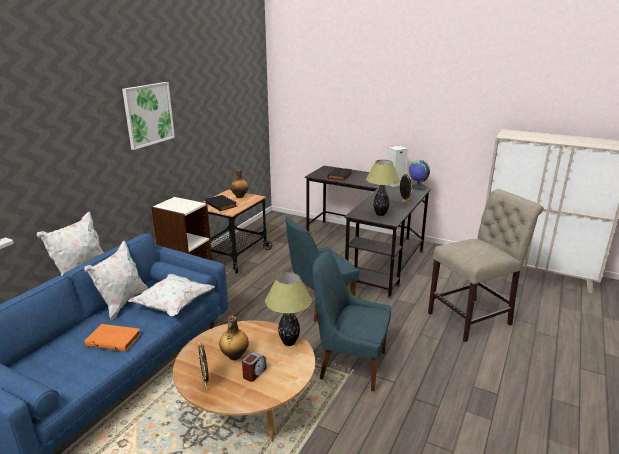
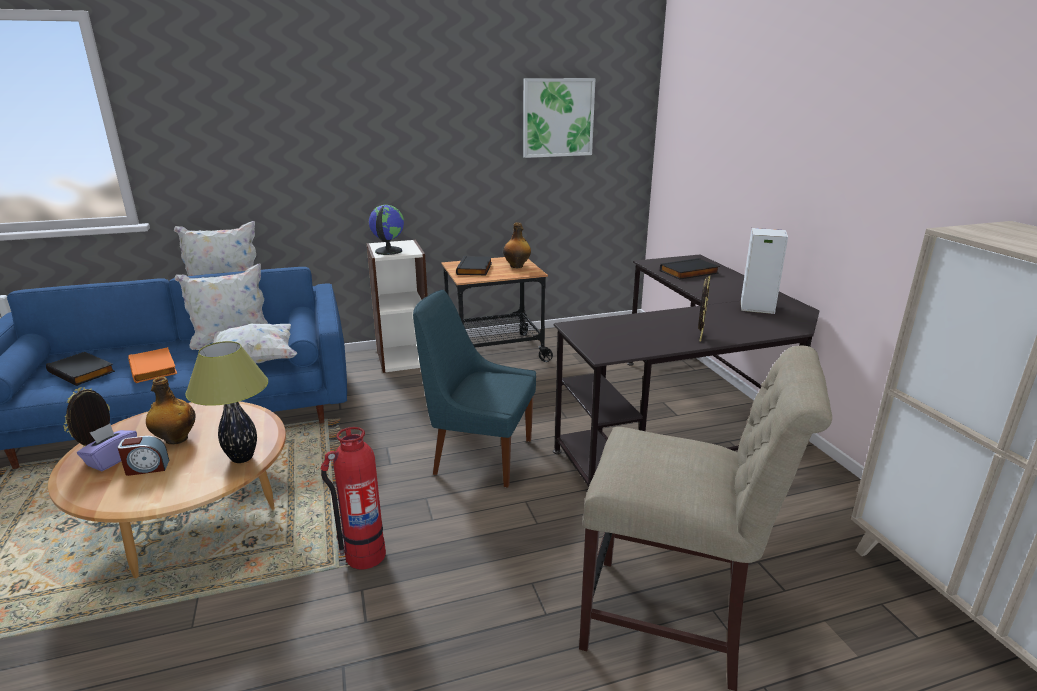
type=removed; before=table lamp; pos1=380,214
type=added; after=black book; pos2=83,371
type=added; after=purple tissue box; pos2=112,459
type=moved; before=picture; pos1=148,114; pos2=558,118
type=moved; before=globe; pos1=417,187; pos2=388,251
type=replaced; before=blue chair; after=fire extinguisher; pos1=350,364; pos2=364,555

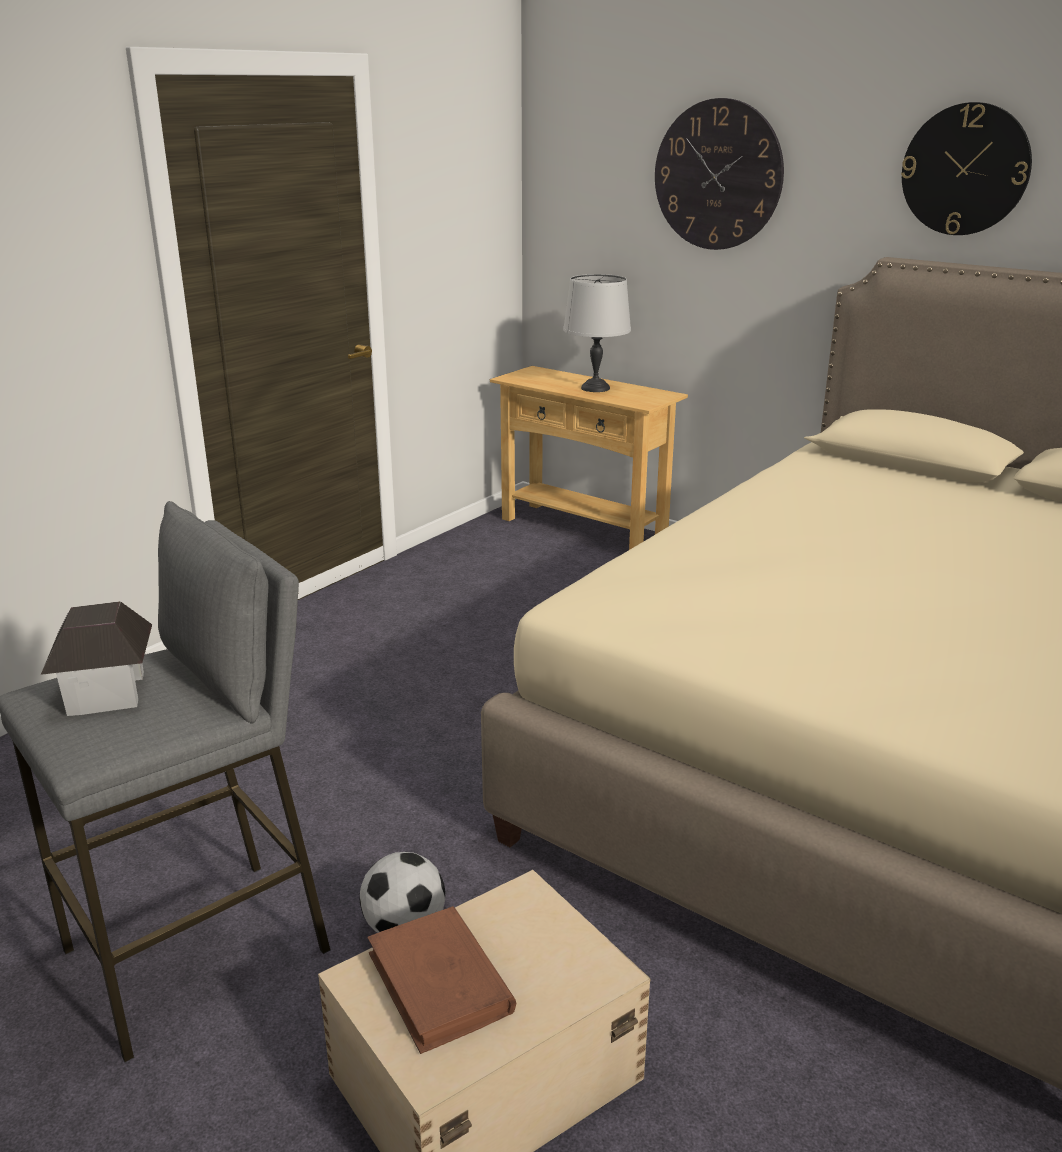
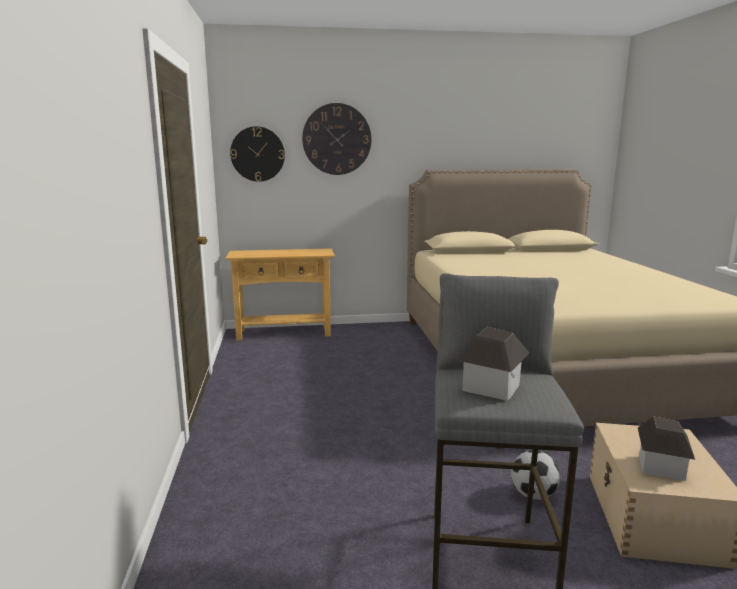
type=removed; before=grey table lamp; pos1=594,388
type=moved; before=wall clock; pos1=965,170; pos2=257,154
type=replaced; before=brown book; after=toy house; pos1=440,983; pos2=661,467

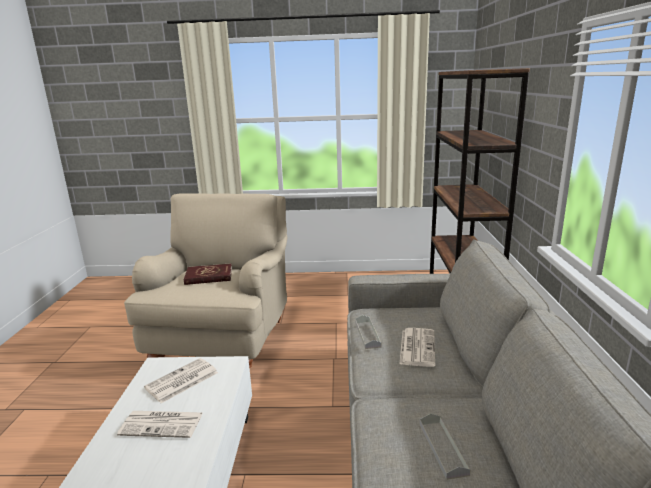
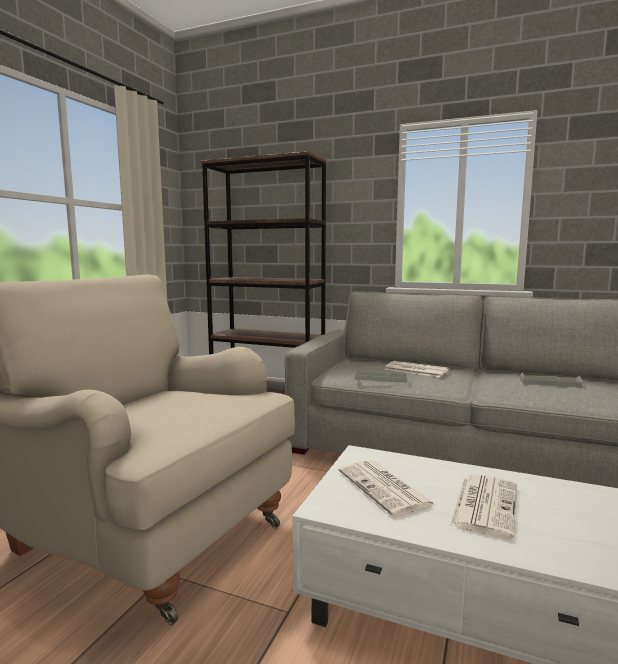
type=removed; before=red book; pos1=209,276

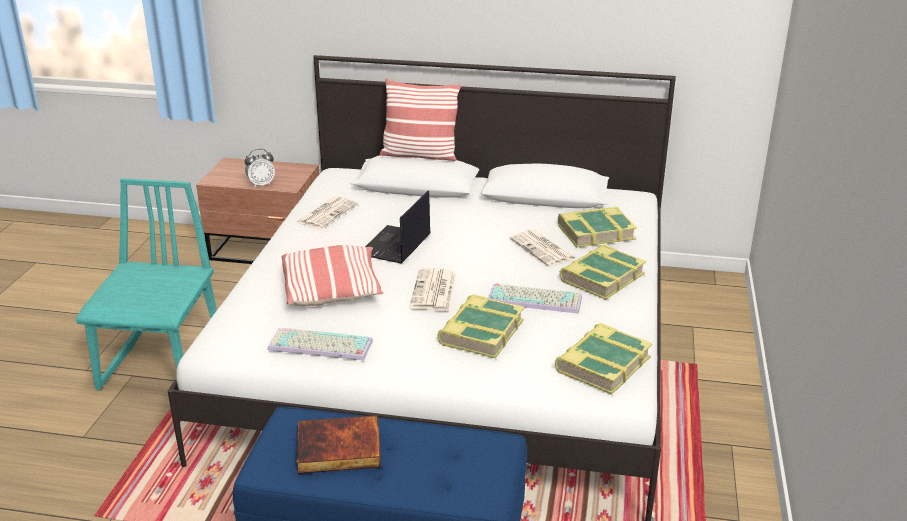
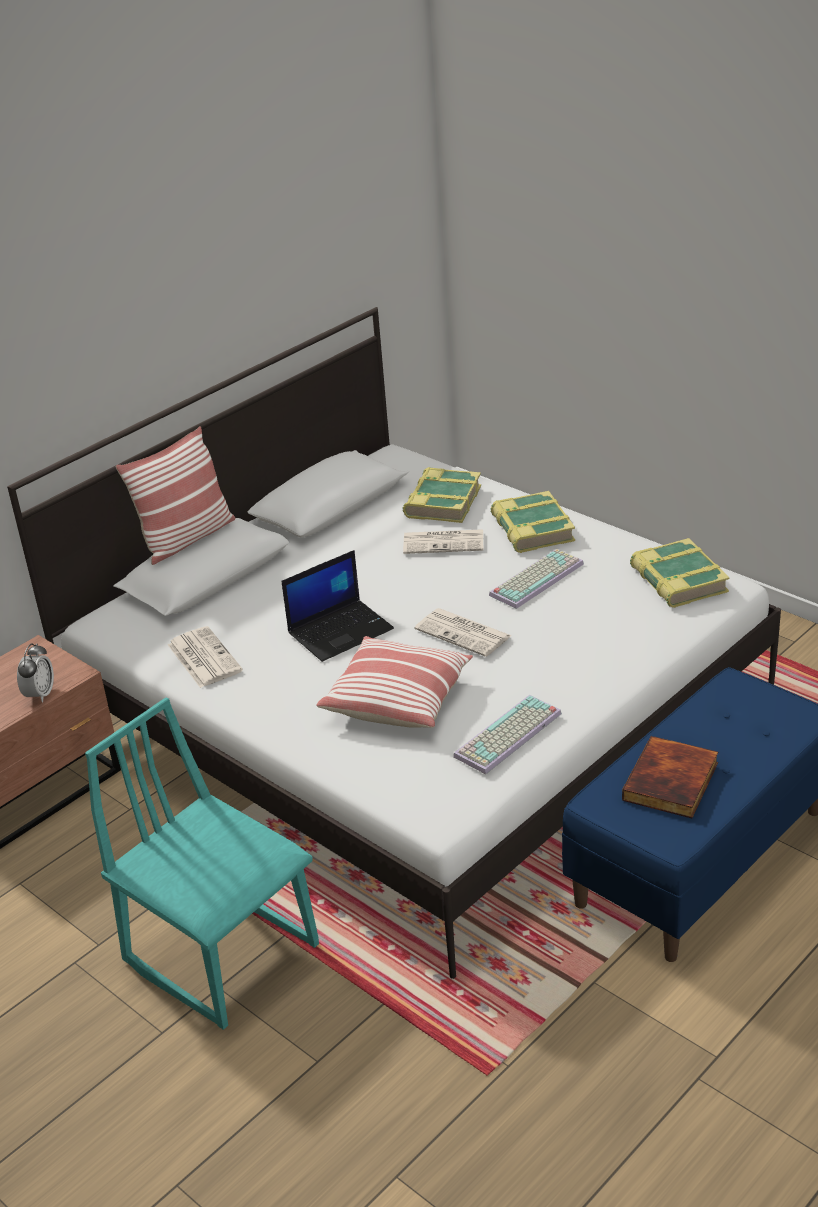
type=removed; before=book; pos1=480,332
type=turned; before=laptop; pos1=395,246; pos2=341,630; turn=-90

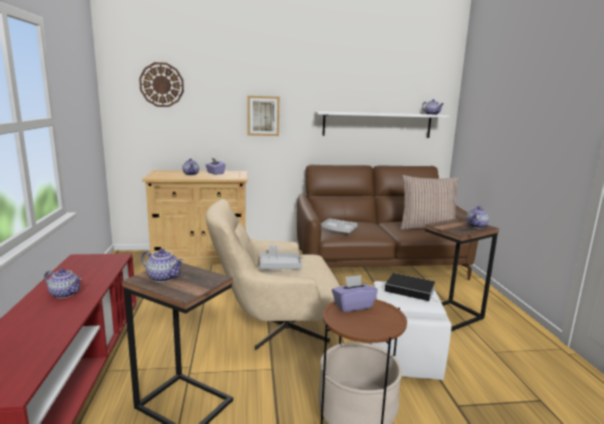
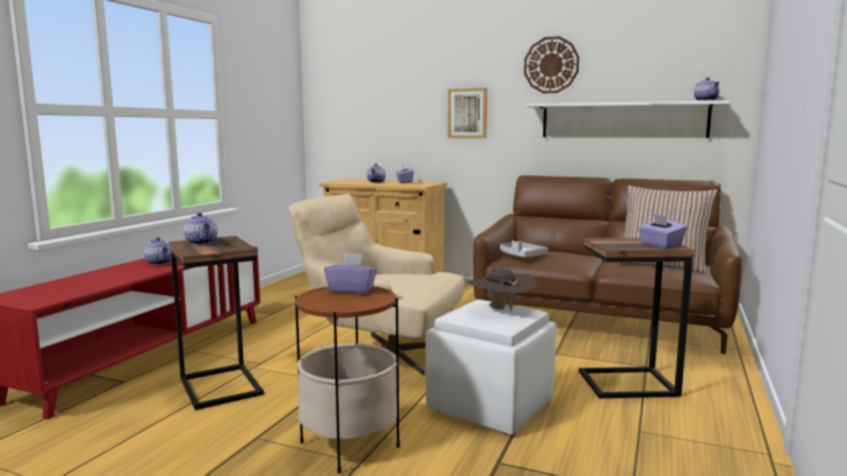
type=removed; before=grey tray; pos1=280,266
type=moved; before=wall clock; pos1=161,85; pos2=551,65
type=replaced; before=book; after=brown hat; pos1=411,290; pos2=500,309
type=replaced; before=teapot; after=purple tissue box; pos1=476,226; pos2=660,245

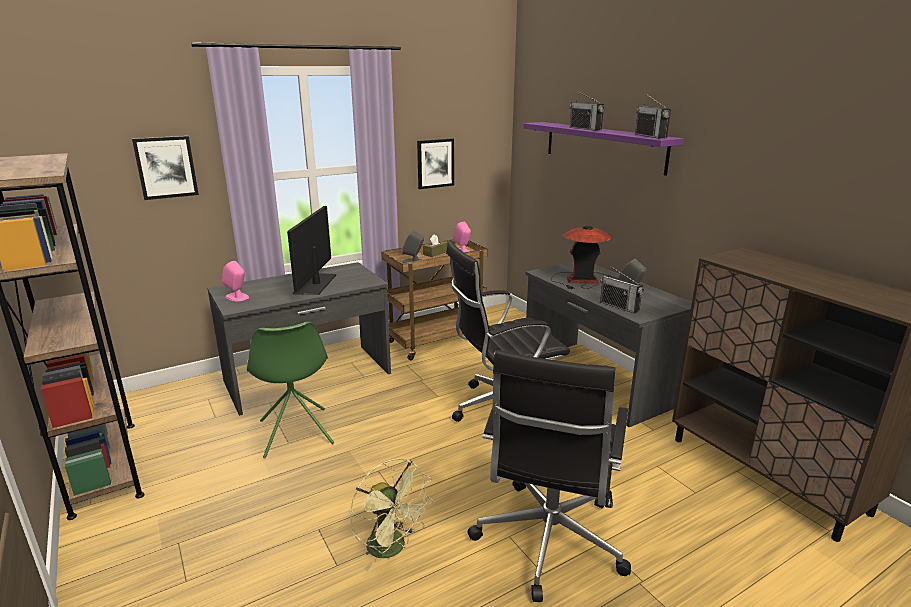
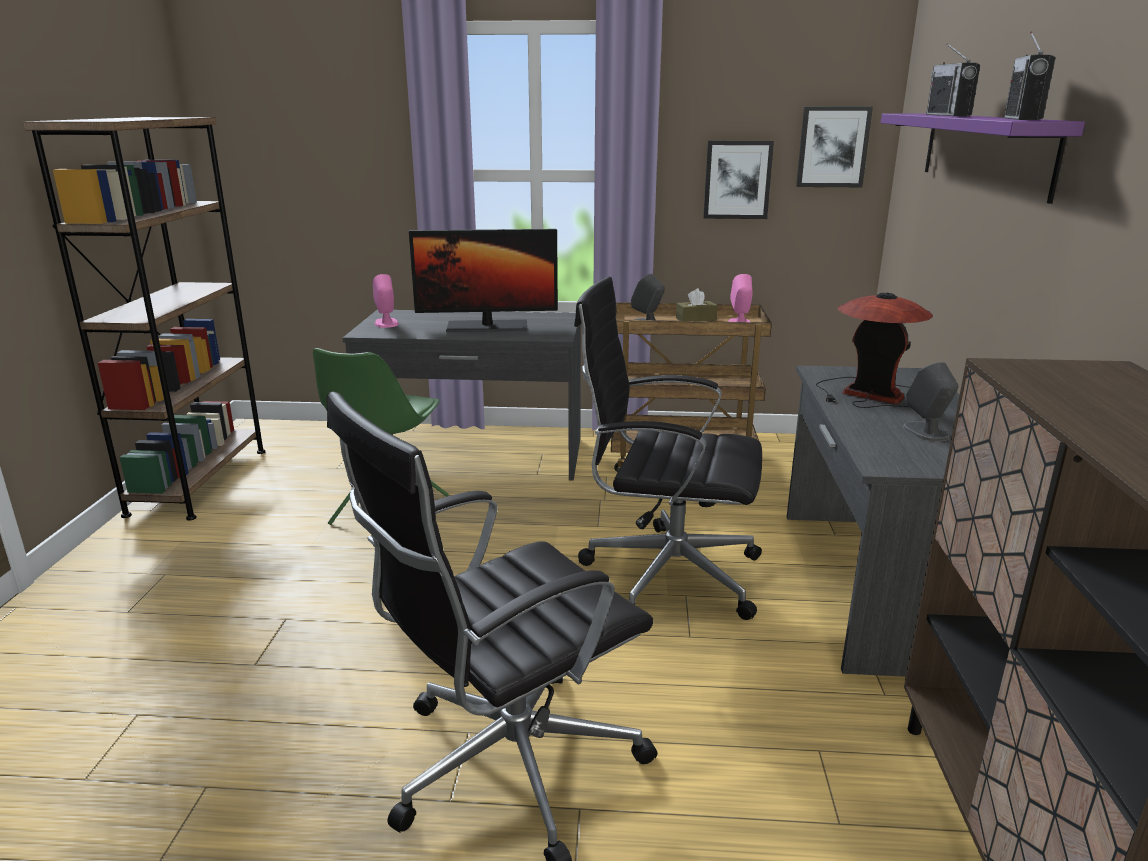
type=removed; before=green fan; pos1=392,548
type=removed; before=radio; pos1=619,306
type=moved; before=picture; pos1=166,167; pos2=833,147
type=turned; before=monitor; pos1=315,284; pos2=487,326; turn=-135

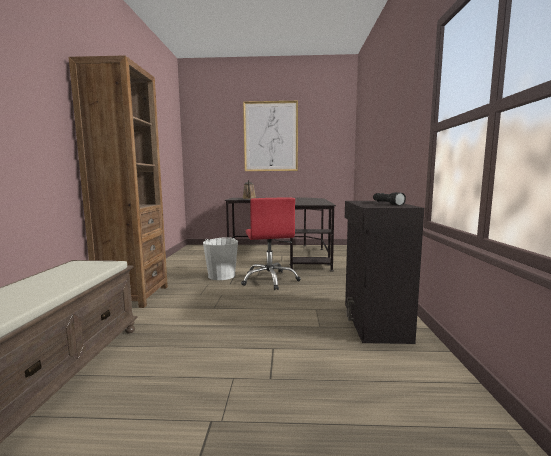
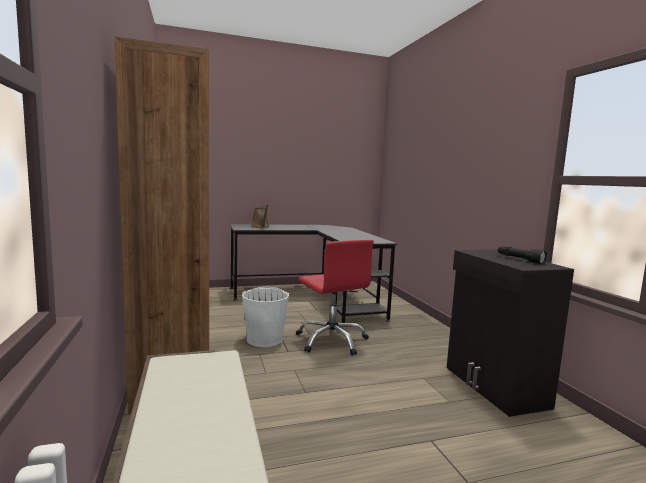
type=removed; before=picture; pos1=270,136

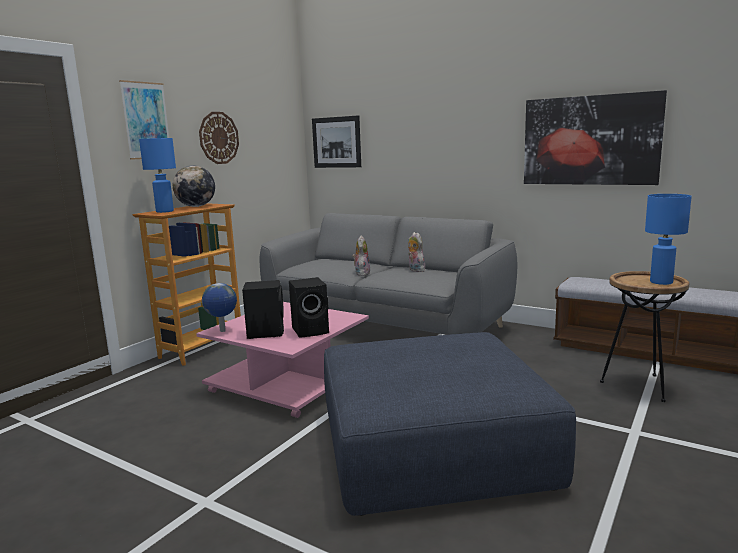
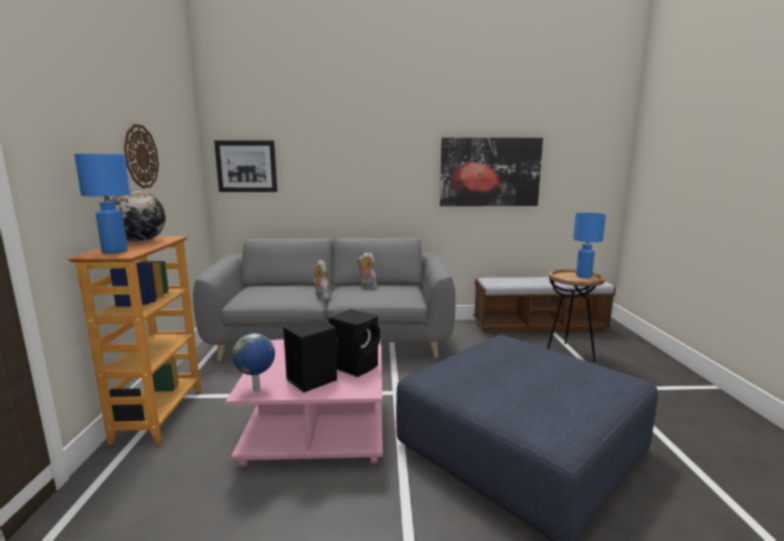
type=removed; before=picture; pos1=146,120

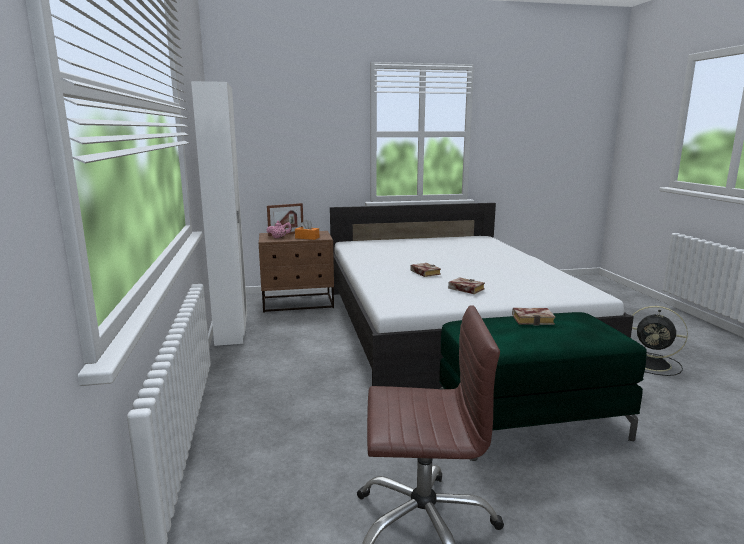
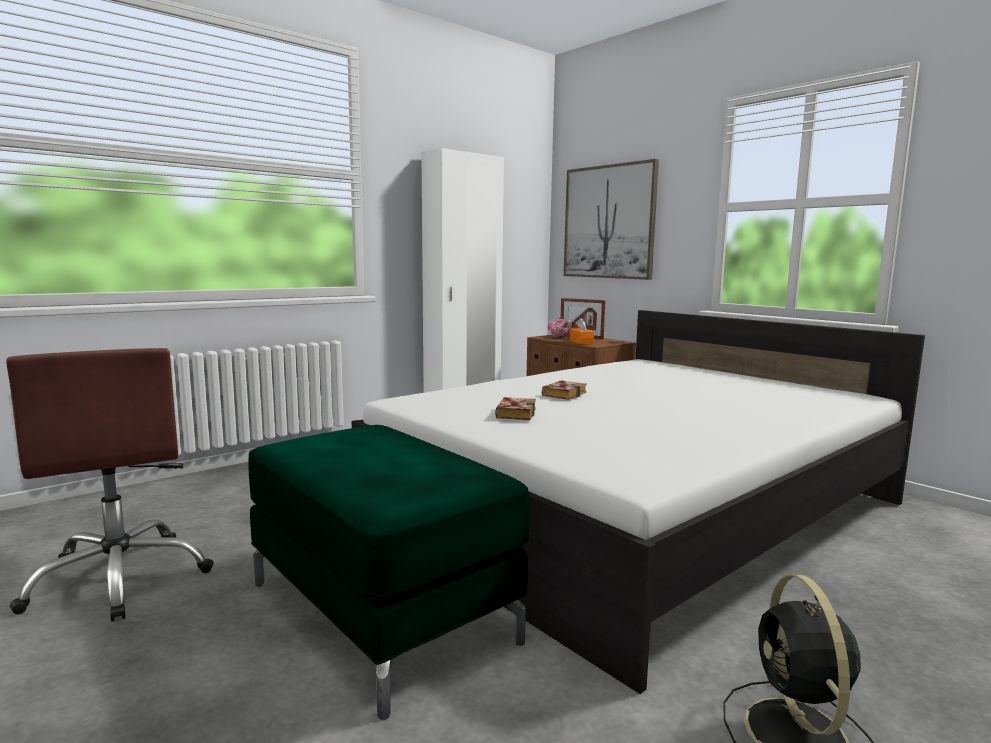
type=removed; before=book; pos1=534,320
type=added; after=picture; pos2=609,222

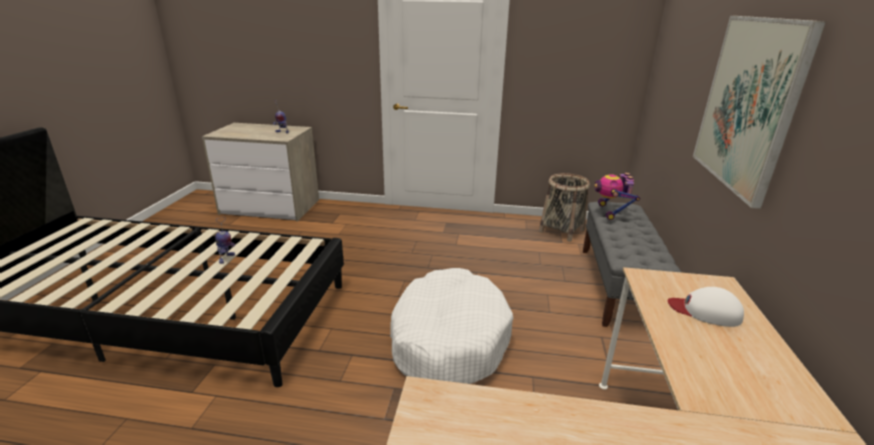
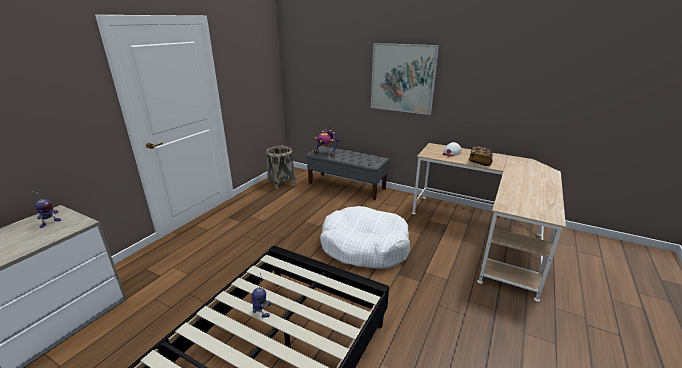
type=added; after=book; pos2=480,161

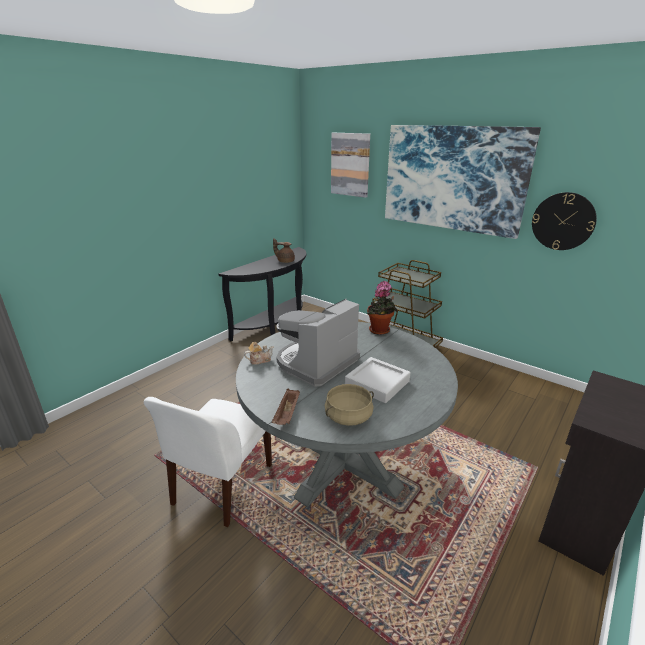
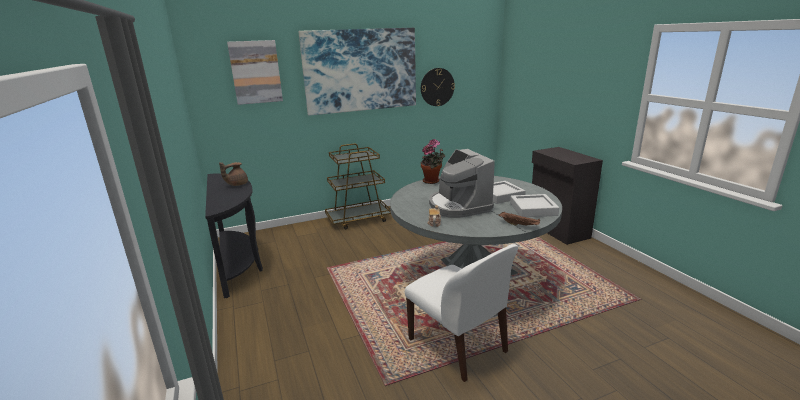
type=replaced; before=beige cooking pot; after=grey tray; pos1=348,417; pos2=533,209

